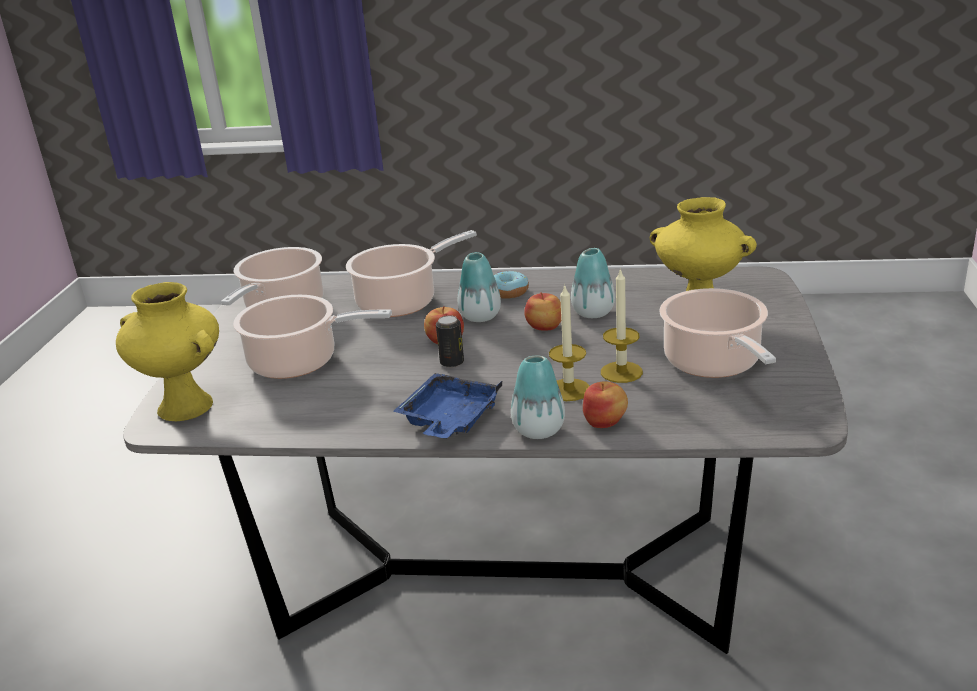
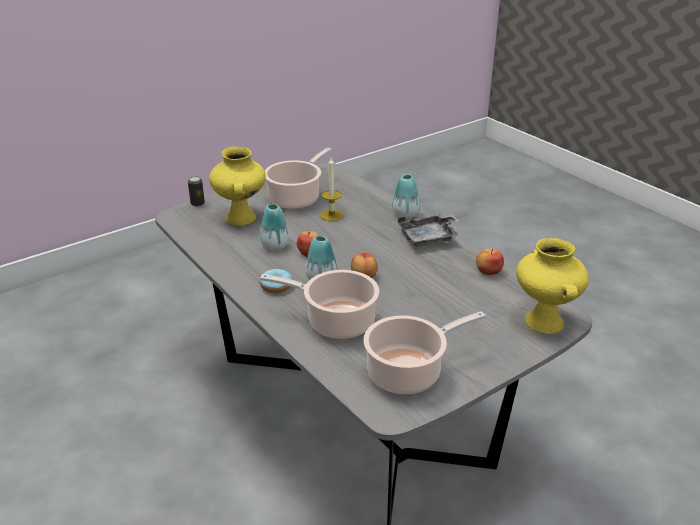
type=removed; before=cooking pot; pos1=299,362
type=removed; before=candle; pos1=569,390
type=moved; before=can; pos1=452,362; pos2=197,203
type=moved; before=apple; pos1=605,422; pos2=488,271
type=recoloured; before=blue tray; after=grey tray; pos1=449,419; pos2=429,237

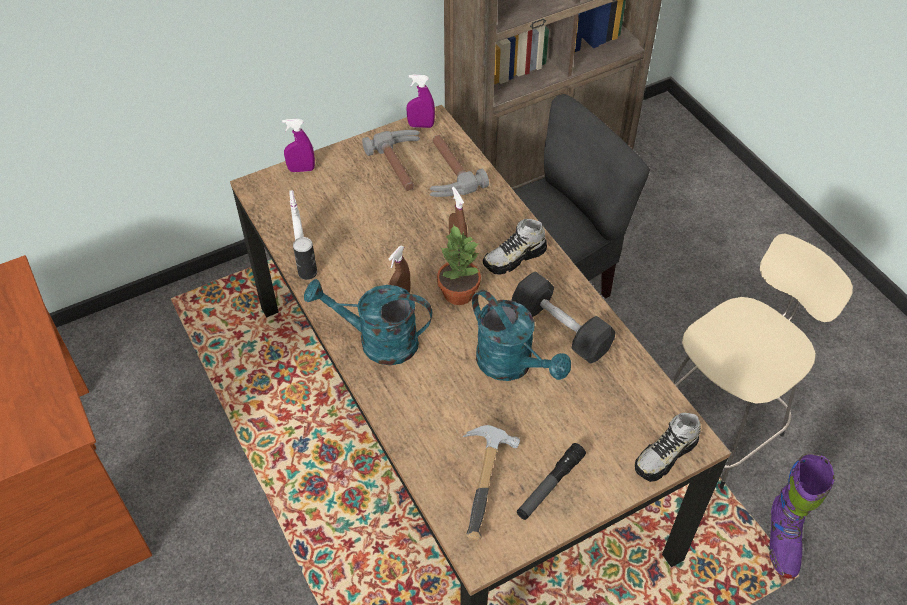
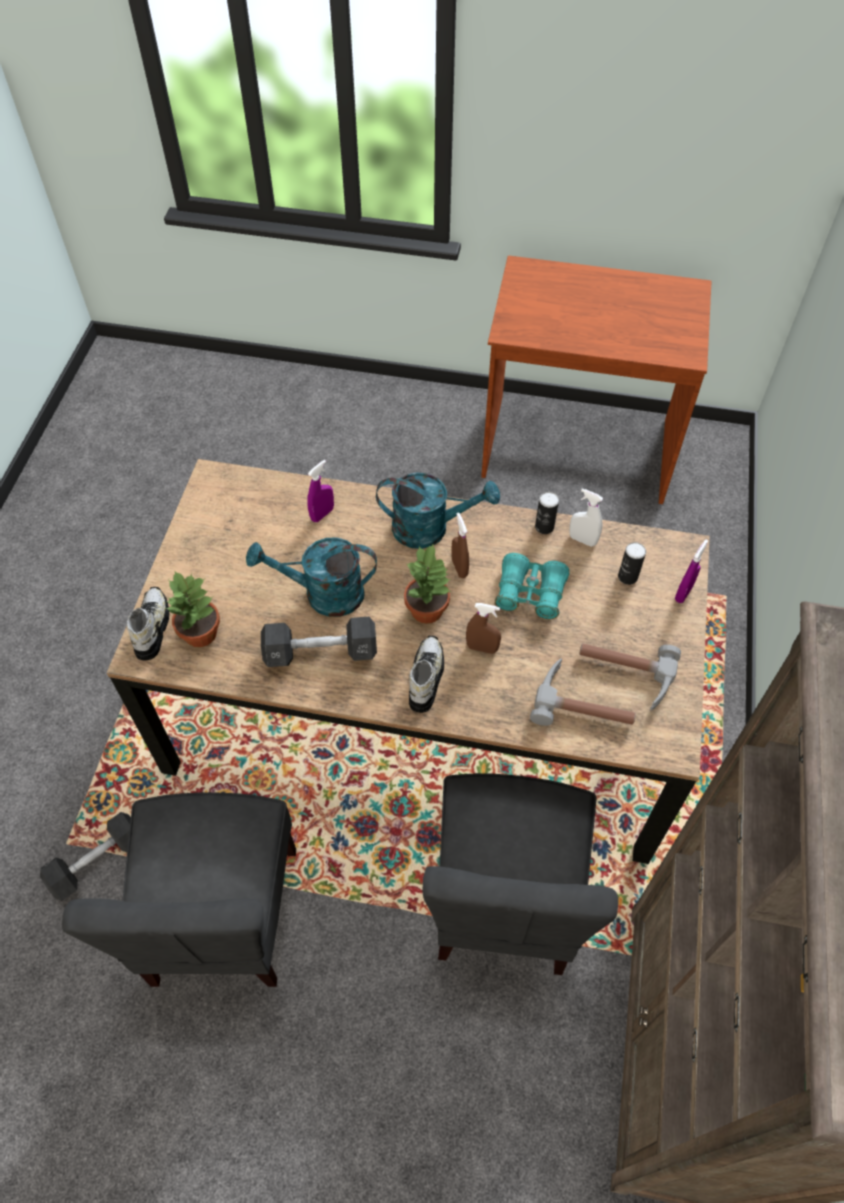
type=removed; before=hammer; pos1=489,483
type=removed; before=flashlight; pos1=550,485
type=added; after=potted plant; pos2=200,634
type=added; after=turquoise binoculars; pos2=530,593
type=added; after=can; pos2=627,577
type=moved; before=purple spray bottle; pos1=421,125; pos2=322,514
type=replaced; before=beige stool; after=grey chair; pos1=719,427; pos2=222,916
type=replaced; before=purple boot; after=black dumbbell; pos1=782,540; pos2=97,861
type=turned; before=turquoise watering can; pos1=377,341; pos2=430,528; turn=45

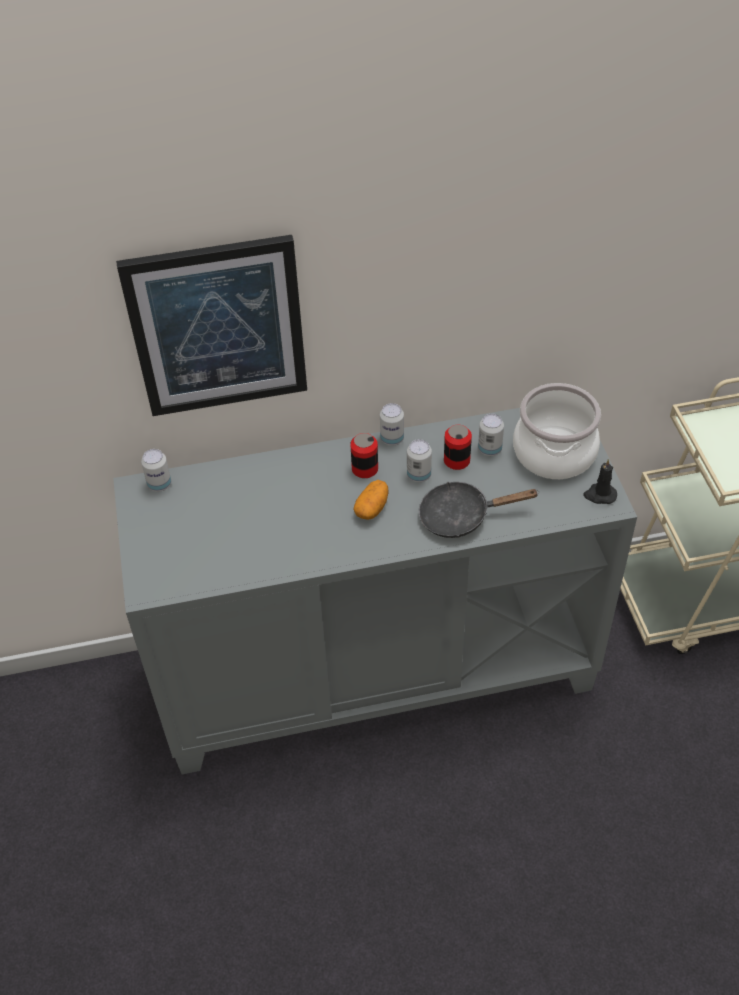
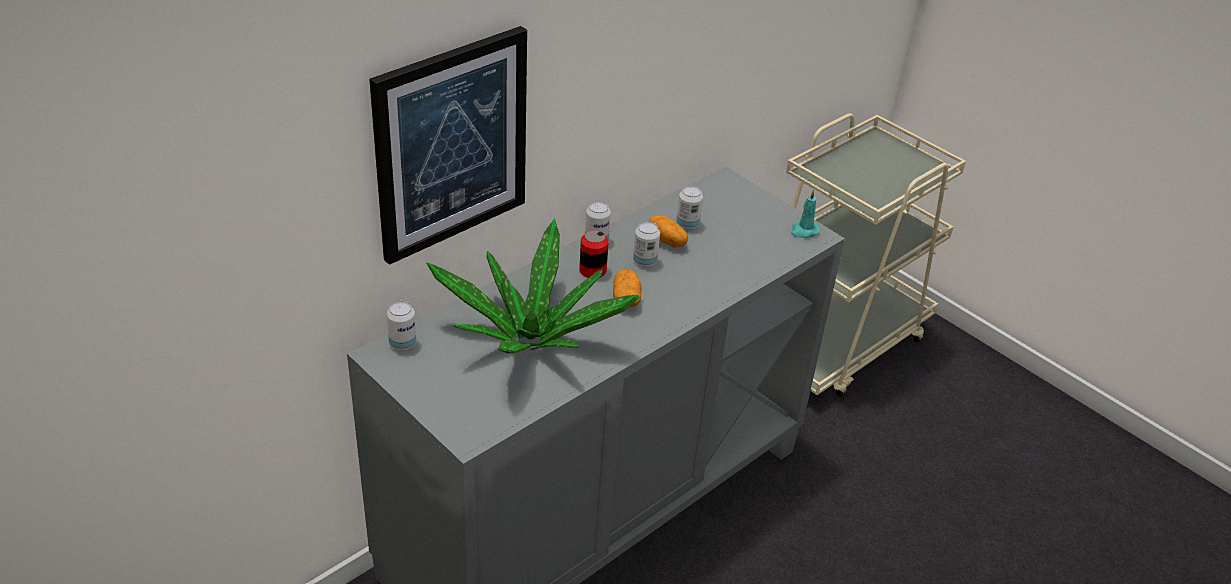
type=removed; before=black frying pan; pos1=461,516
type=removed; before=cooking pot; pos1=553,453
type=added; after=potted plant; pos2=530,338
type=replaced; before=can; after=potato; pos1=456,460; pos2=667,240
type=recoloured; before=black candle; after=turquoise candle; pos1=599,495; pos2=804,231

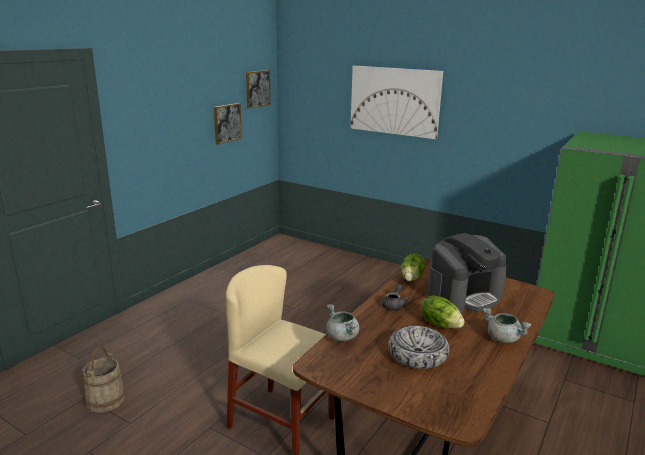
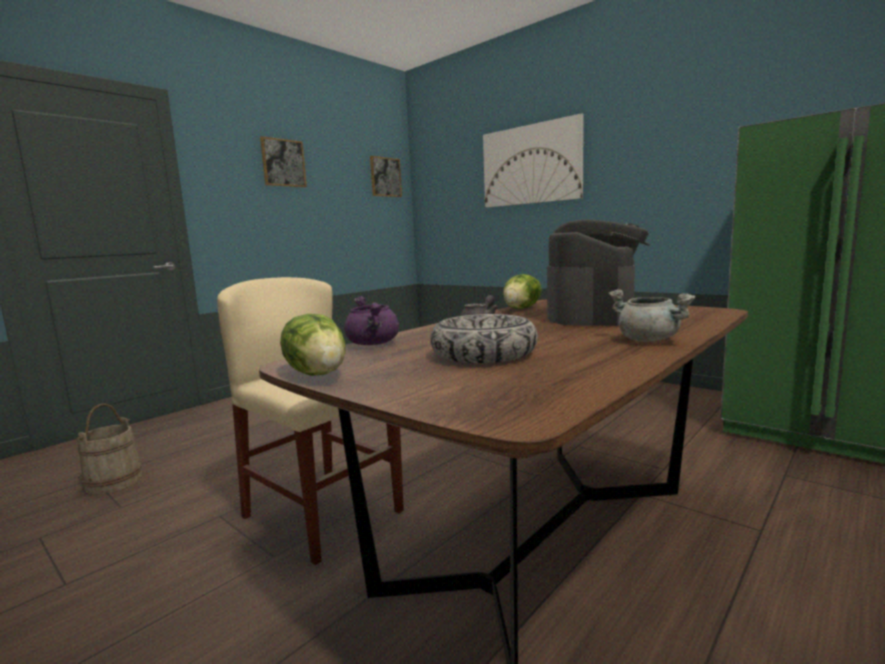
type=moved; before=picture; pos1=227,123; pos2=283,163
type=moved; before=lettuce; pos1=440,324; pos2=318,373
type=recoloured; before=grey cooking pot; after=purple cooking pot; pos1=342,337; pos2=373,344
type=turned; before=coffee machine; pos1=464,295; pos2=595,315; turn=-45

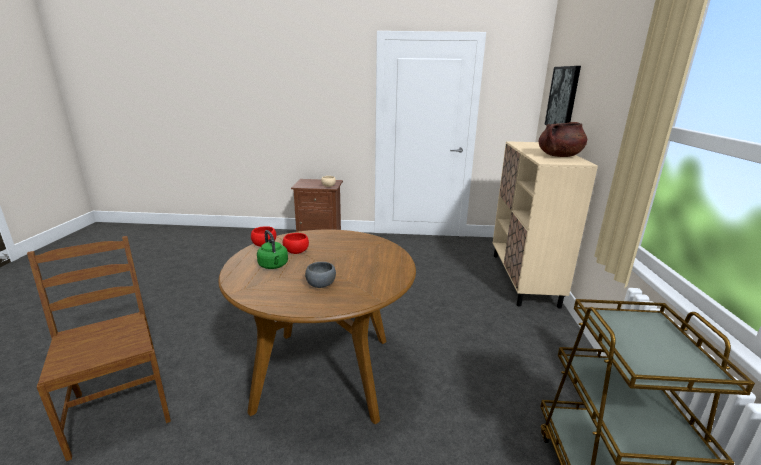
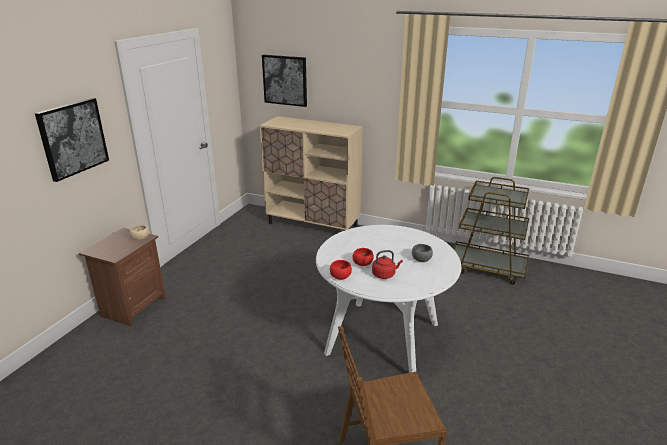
type=removed; before=brown cooking pot; pos1=559,156
type=added; after=picture; pos2=73,138
type=recoloured; before=brown dining table; after=white dining table; pos1=325,372; pos2=383,338
type=recoloured; before=green kettle; after=red kettle; pos1=274,266; pos2=385,274

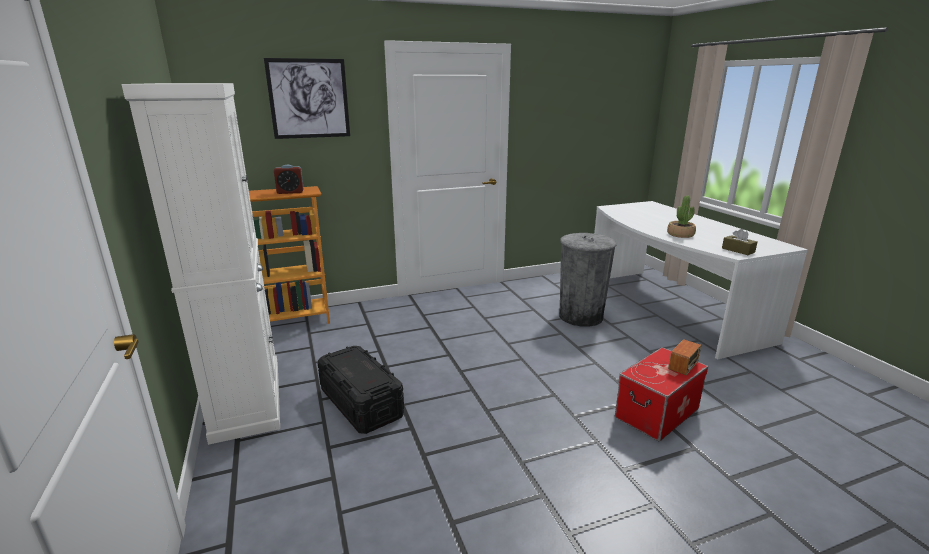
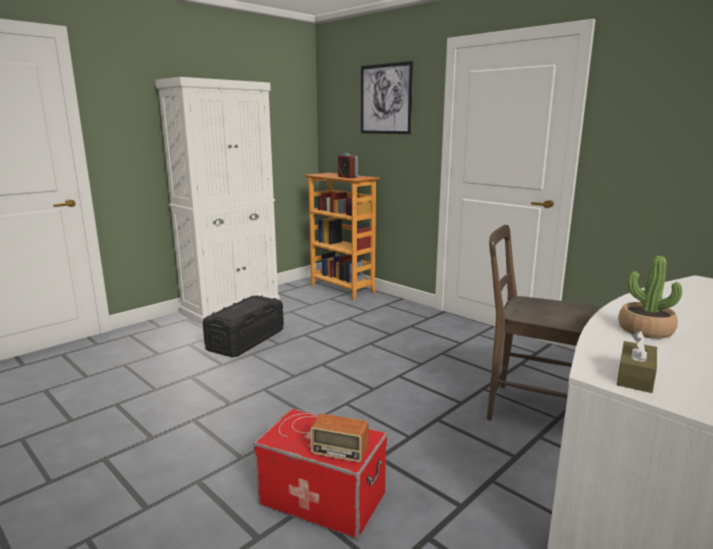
type=replaced; before=grey trash can; after=brown chair; pos1=580,316; pos2=529,409

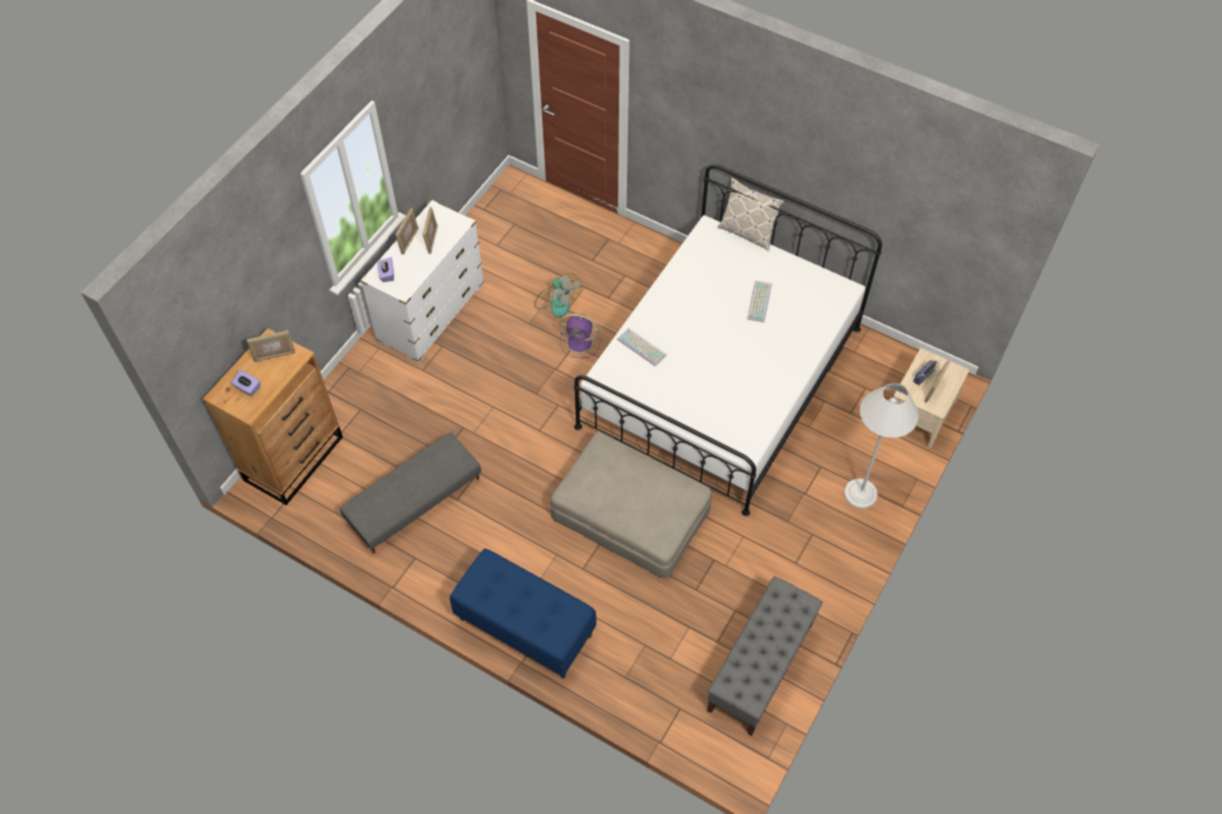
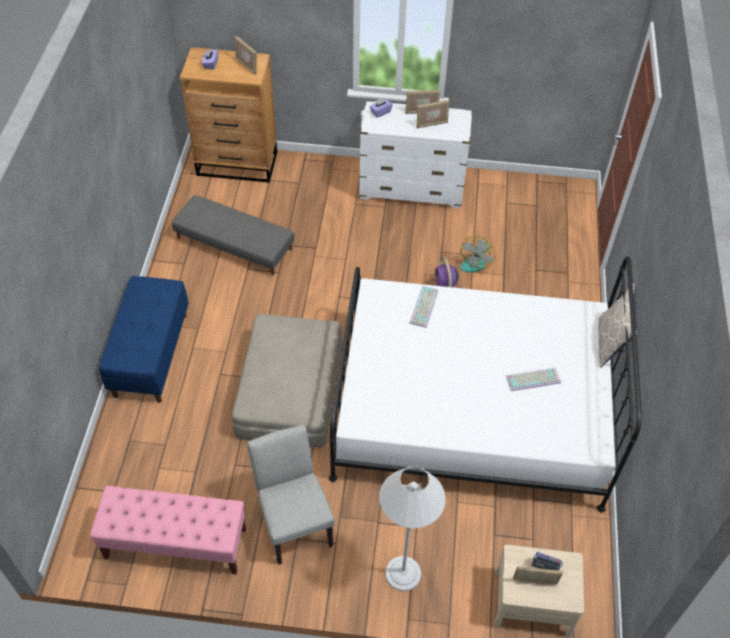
type=added; after=grey chair; pos2=294,521
type=recoloured; before=grey bench; after=pink bench; pos1=760,667; pos2=175,543

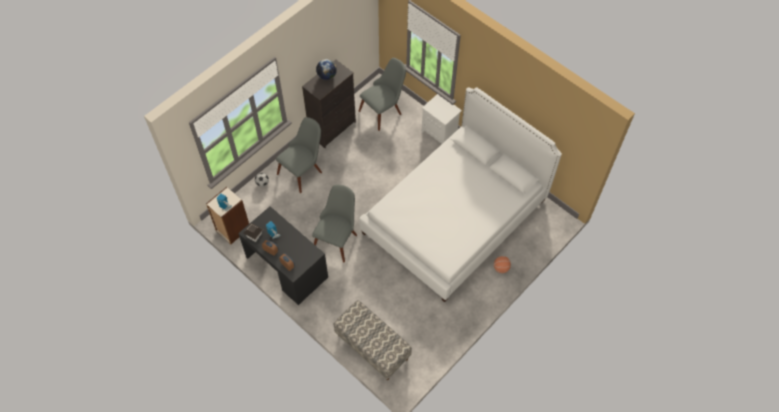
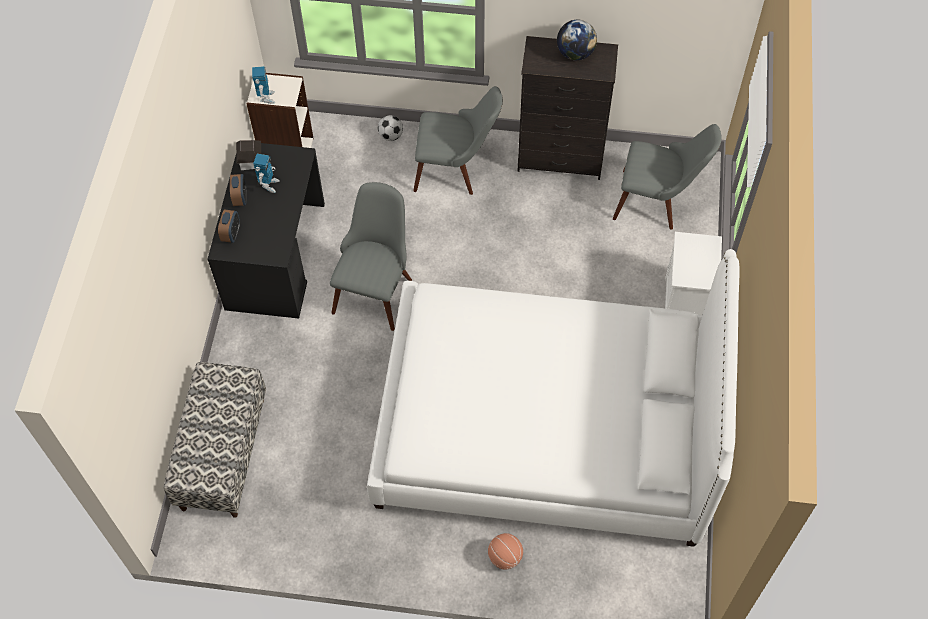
type=turned; before=grey chair; pos1=337,237; pos2=376,287; turn=-60

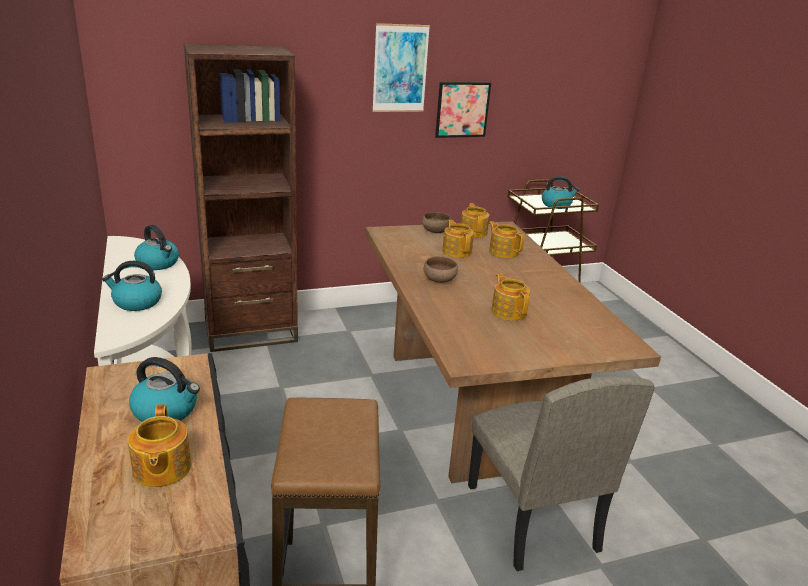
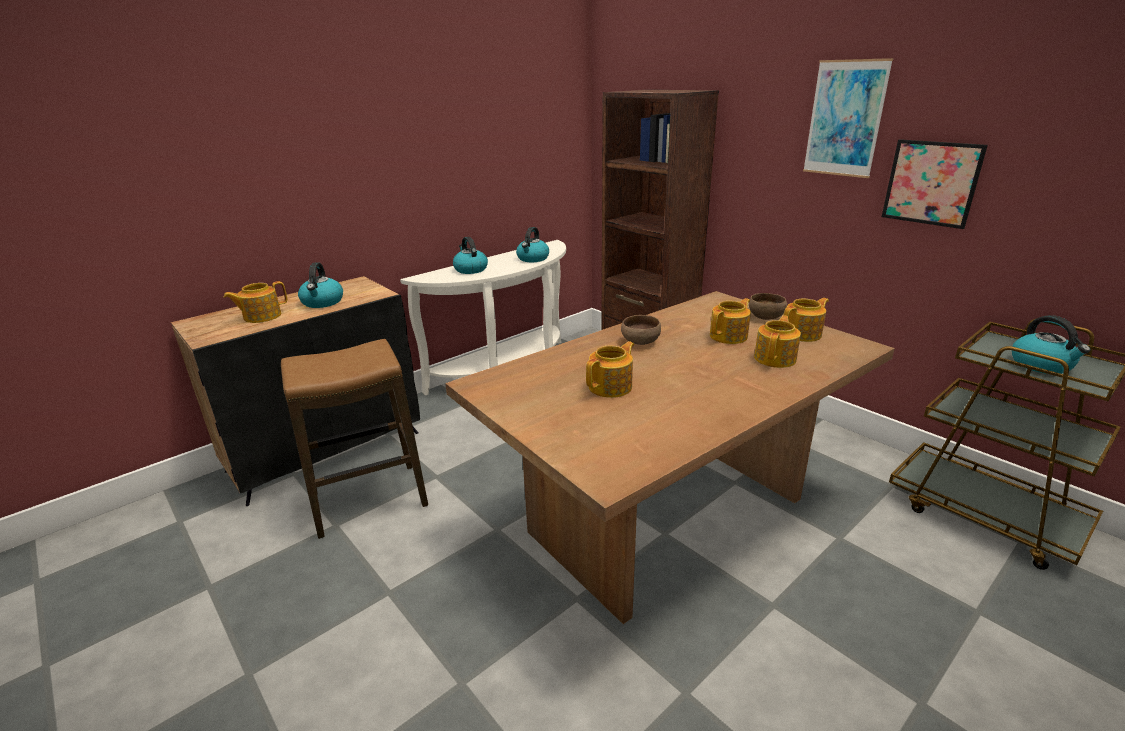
type=removed; before=beige chair; pos1=530,517

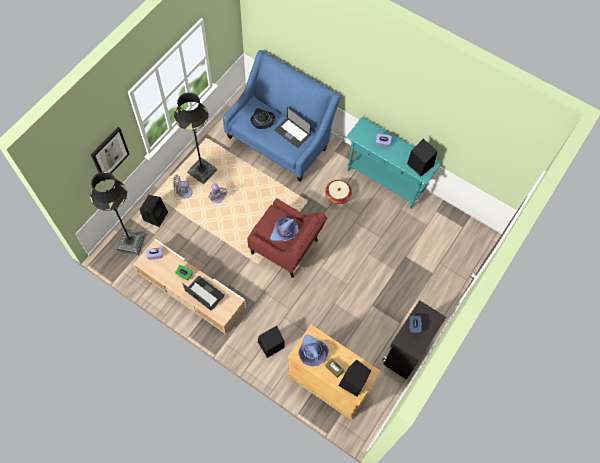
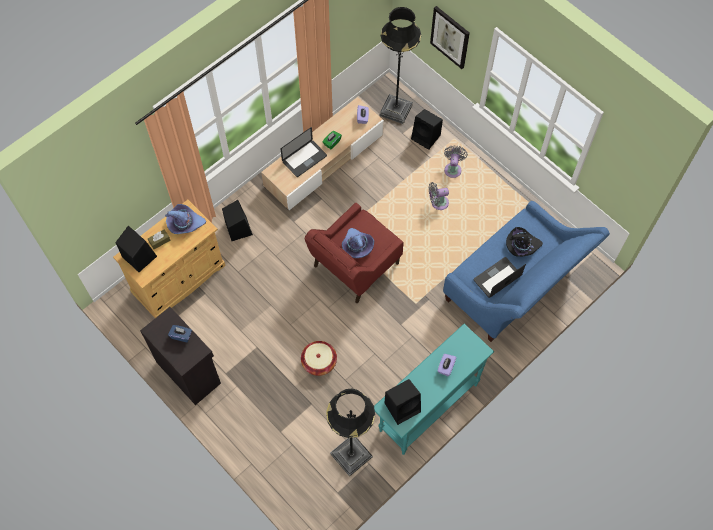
type=moved; before=black floor lamp; pos1=202,171; pos2=351,455
type=moved; before=basket; pos1=338,195; pos2=319,362

